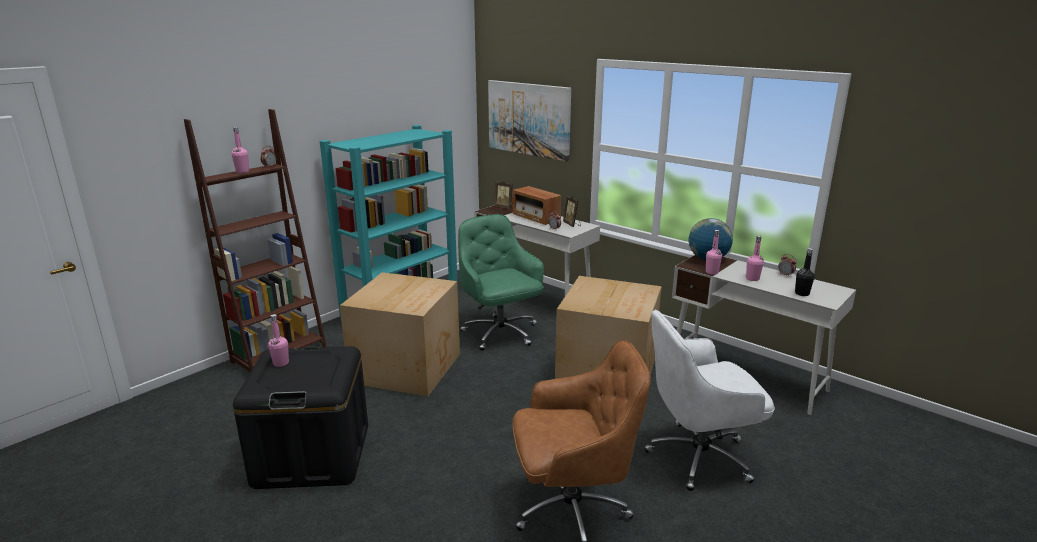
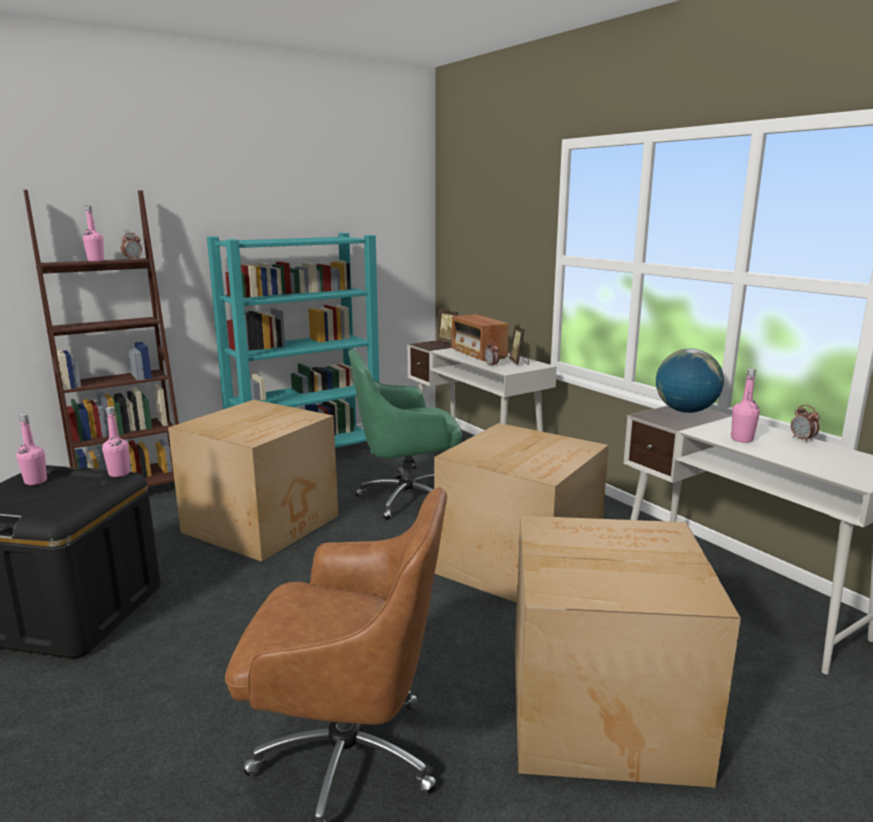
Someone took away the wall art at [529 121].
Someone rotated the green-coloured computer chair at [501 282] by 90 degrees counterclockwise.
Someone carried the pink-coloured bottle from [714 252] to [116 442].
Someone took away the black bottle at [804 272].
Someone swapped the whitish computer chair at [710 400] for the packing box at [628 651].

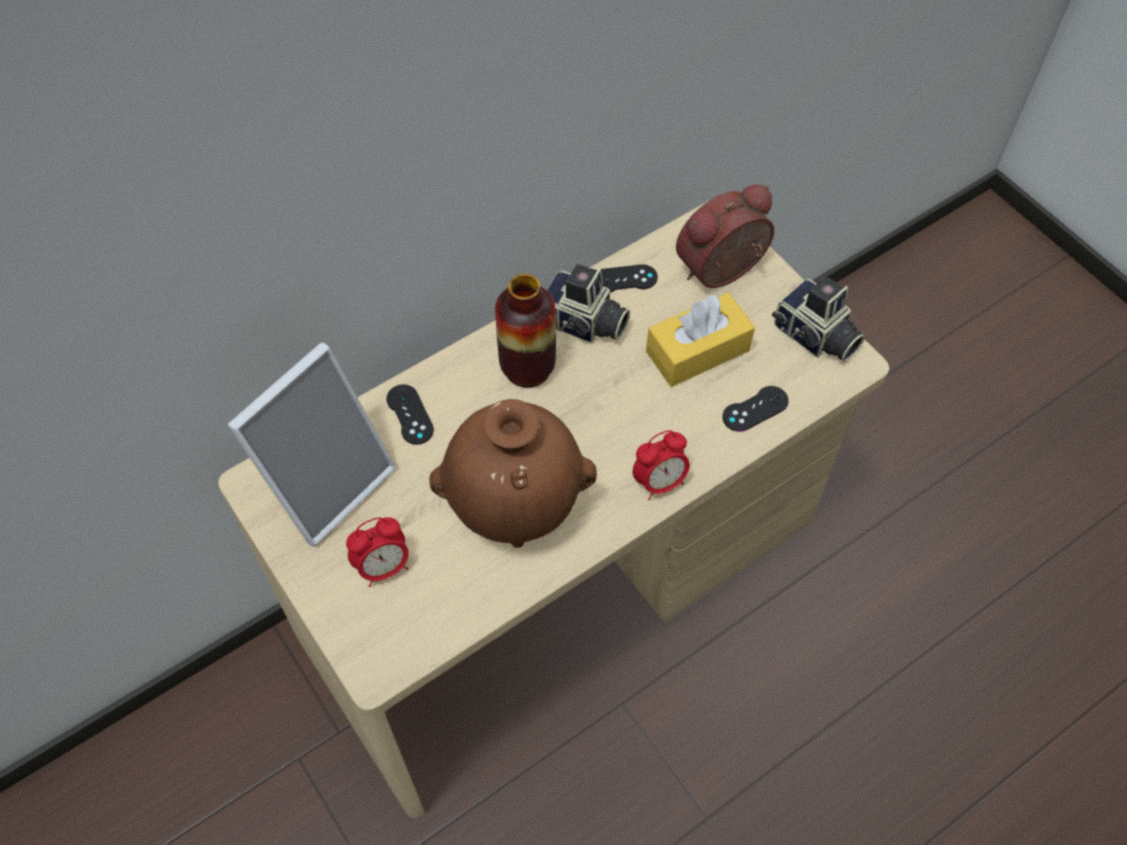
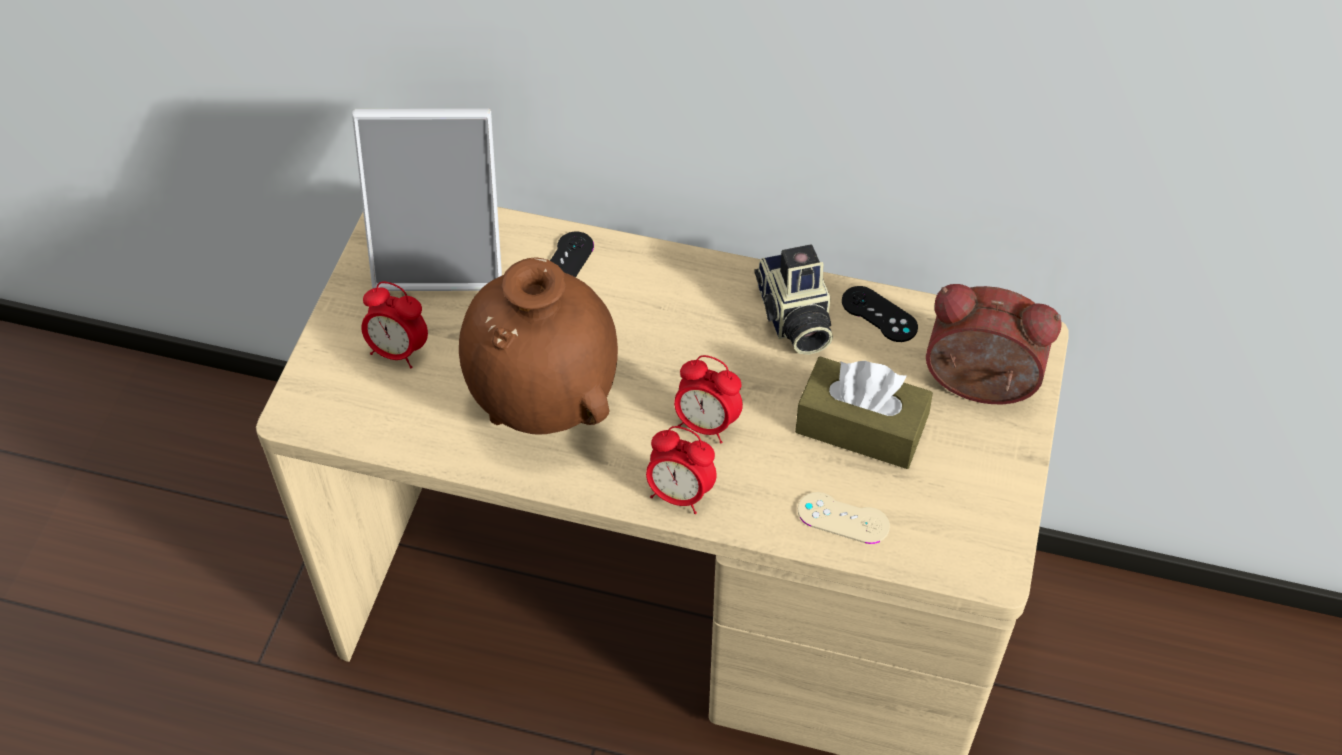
Someone took away the vase at [525 331].
Someone took away the still camera at [818 319].
Someone repainted the yellowish tissue box at [700 340], which became the brown tissue box at [864 413].
Someone repainted the black game controller at [755 409], which became the beige game controller at [844 518].
Someone put down the table clock at [708 399].

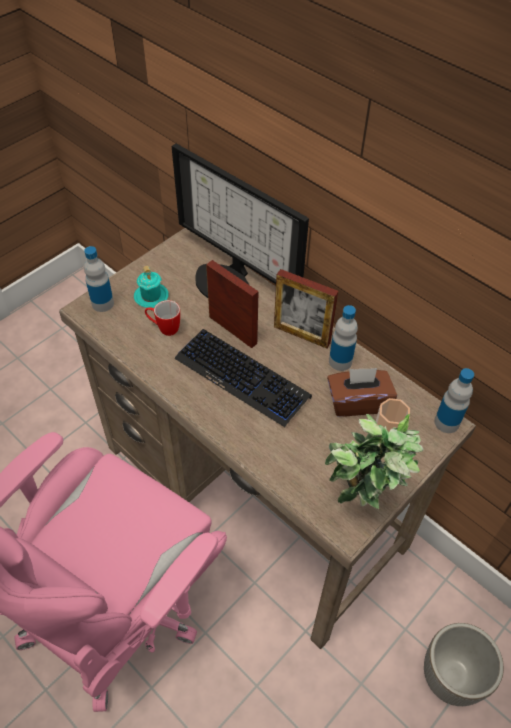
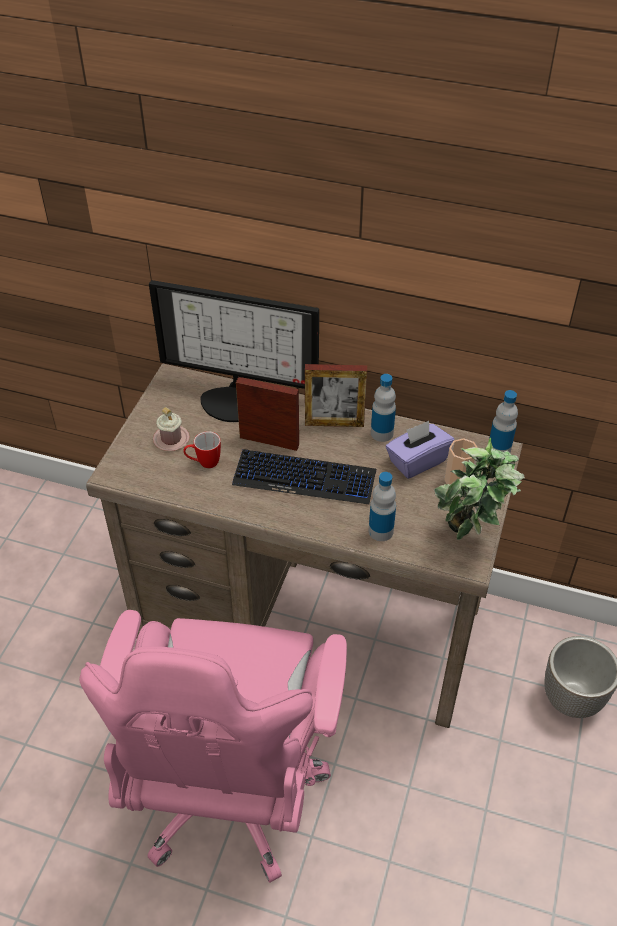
Someone carried the bottle from [99 279] to [382 506].
Someone repainted the turquoise-coloured coffee mug at [151 287], which became the pink-coloured coffee mug at [171 429].
Someone repainted the brown tissue box at [362 392], which became the purplish tissue box at [420 450].

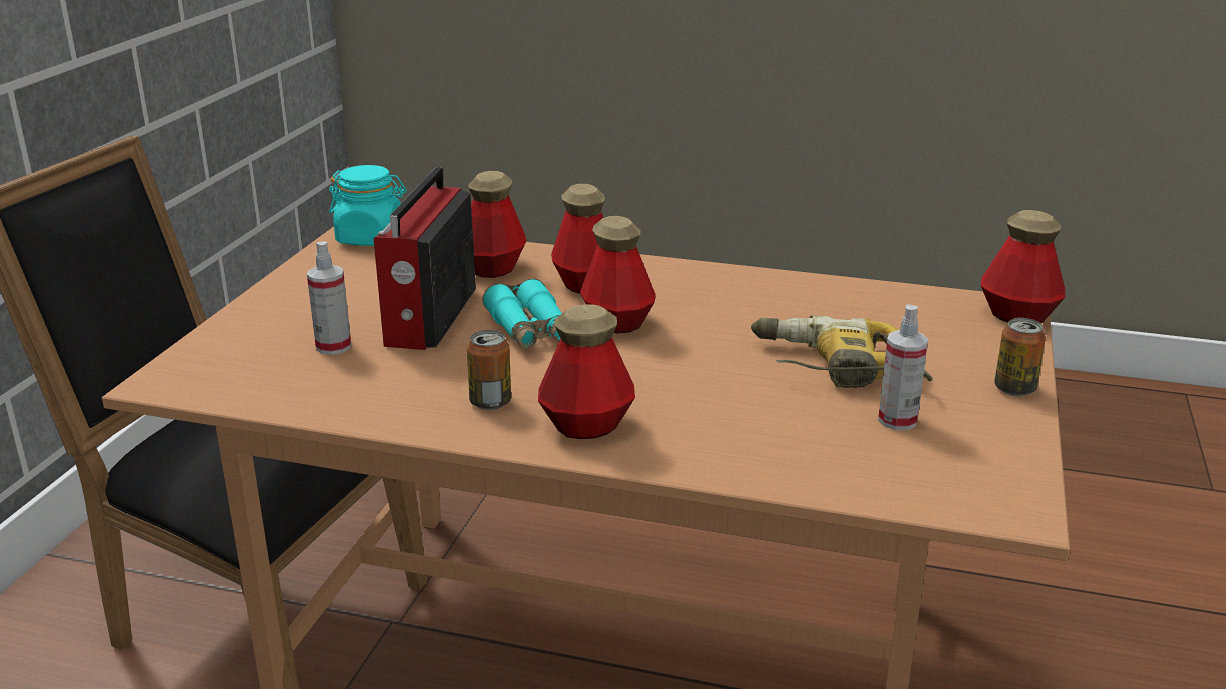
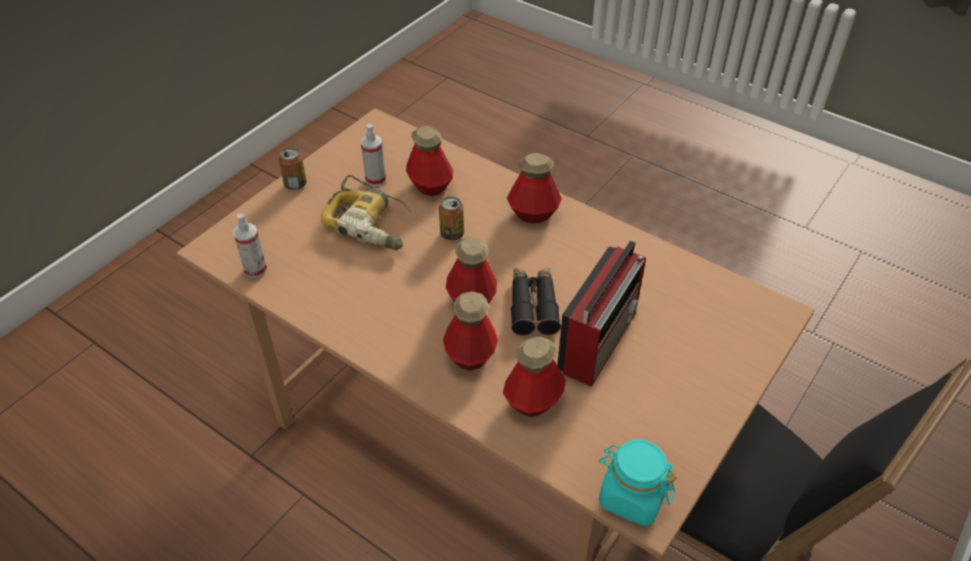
Someone carried the bottle from [1023 266] to [429 161].
Someone carried the sprayer from [329 298] to [250 246].
Someone repainted the turquoise-coloured pair of binoculars at [522 313], which became the black pair of binoculars at [536 301].
Someone carried the can from [489 370] to [451 218].

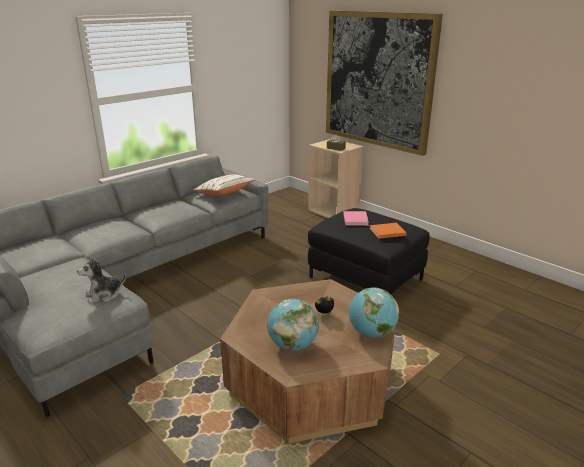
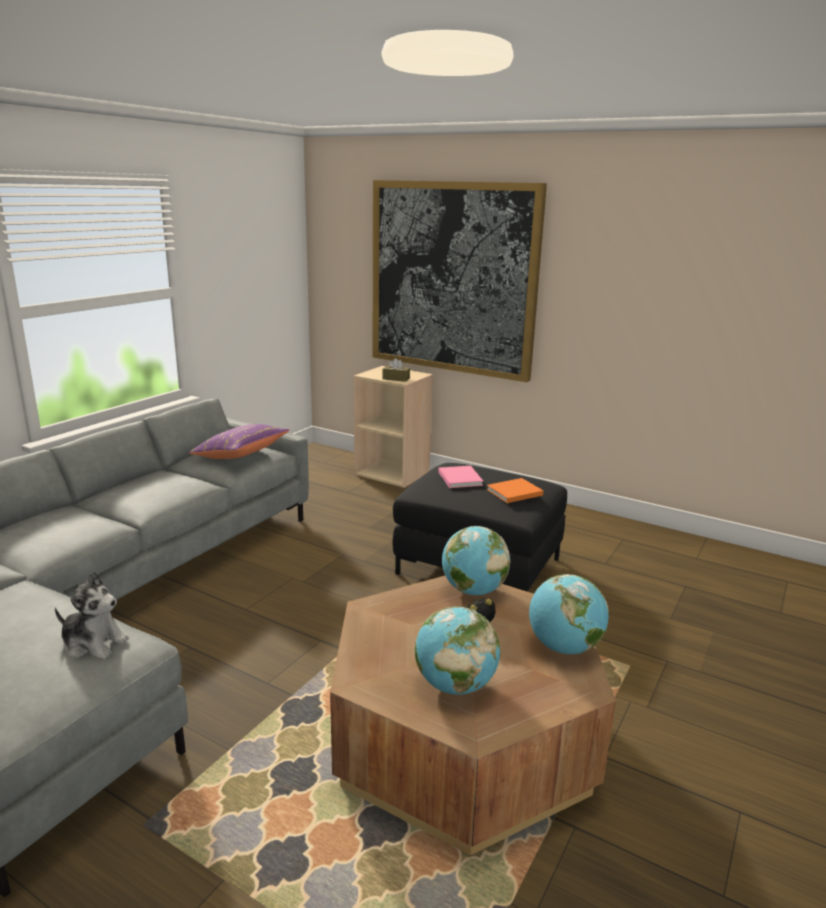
Someone repainted the whitish throw pillow at [224 184], which became the purplish throw pillow at [239 441].
Someone rotated the cuddly toy at [101 280] by 120 degrees counterclockwise.
Someone put down the globe at [476 560].

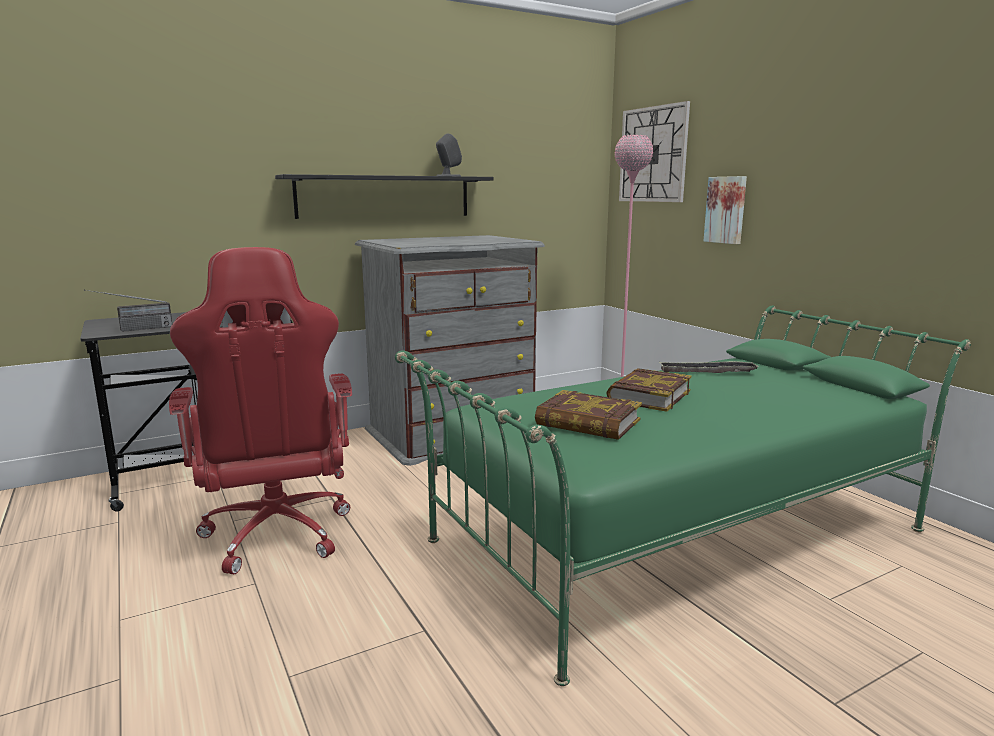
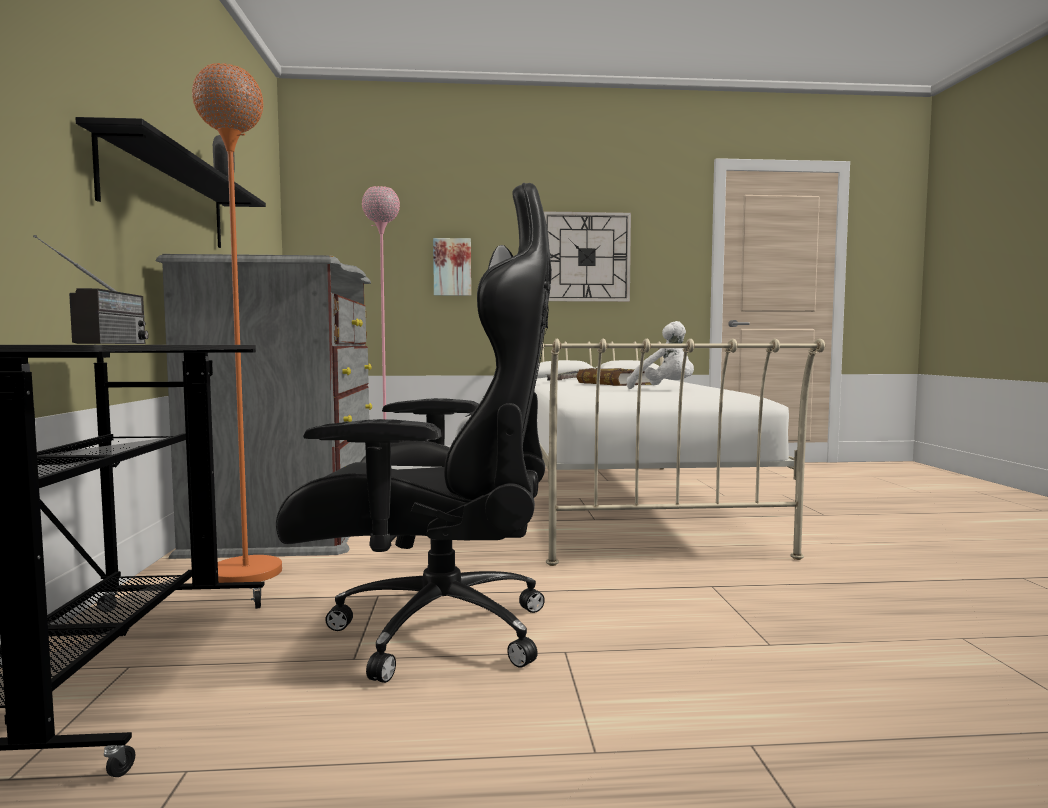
Someone carried the wall clock from [654 151] to [587 256].
Someone repainted the red-coloured computer chair at [260 410], which became the black computer chair at [414 433].
Someone repainted the green-coloured sleeping bed at [683 495], which became the whitish sleeping bed at [679 452].
Someone swapped the book at [588 415] for the whitish cuddly toy at [660 355].
Someone put down the orange standing lamp at [237 323].

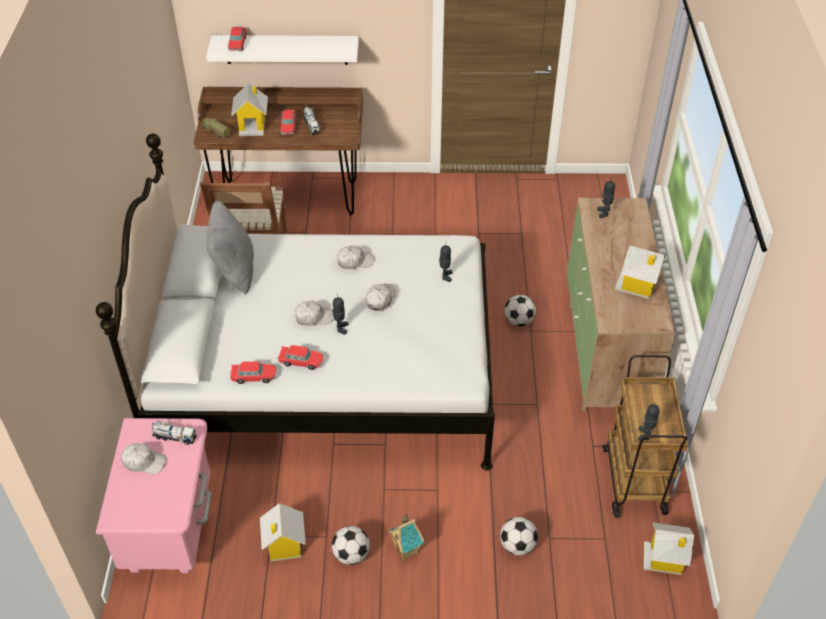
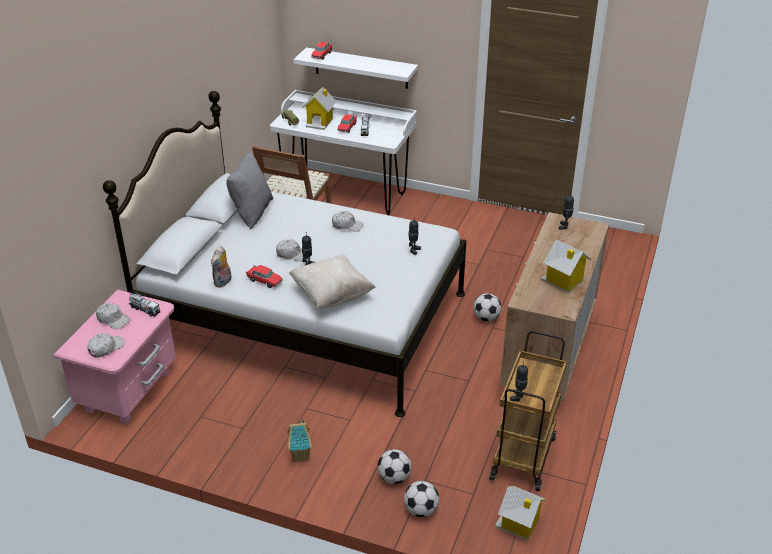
Someone repainted the brown desk unit at [278 151], which became the whitish desk unit at [343 152].
Someone carried the whitish cap from [381 297] to [105 345].
Someone swapped the model car at [253 372] for the cuddly toy at [221 267].
Someone took away the toy house at [283 532].
Someone carried the football from [351 545] to [421 499].
Someone put down the beige throw pillow at [332 281].

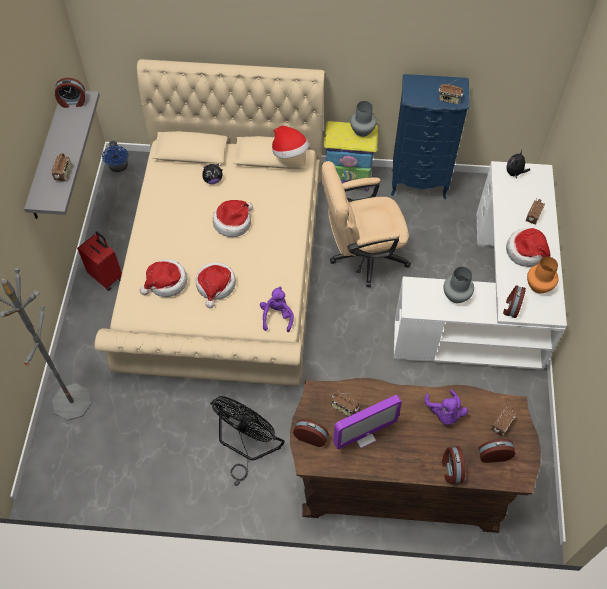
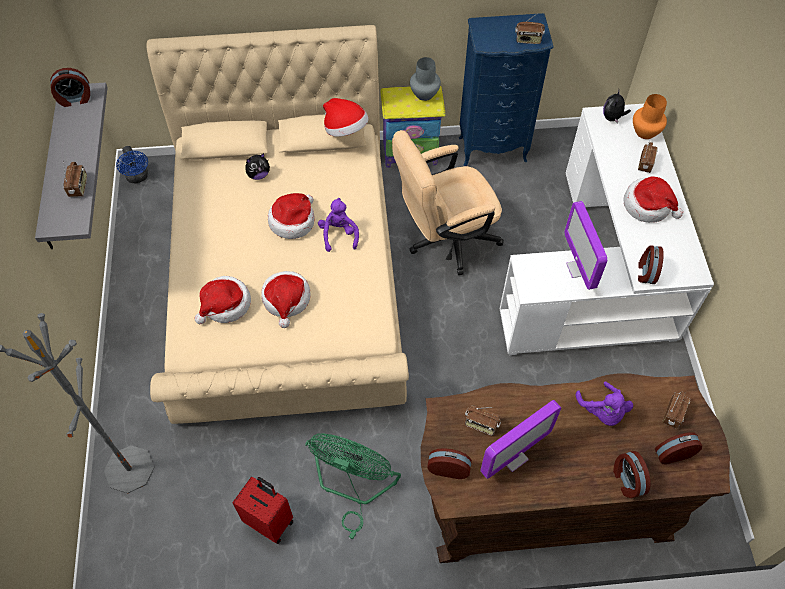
Someone carried the red-coloured piece of luggage from [99 261] to [263 510].
Someone carried the orange vase from [542 275] to [650 116].
Someone swapped the greyish vase at [458 285] for the monitor at [586 245].
Someone carried the purplish cuddly toy from [277 309] to [338 225].
Someone repainted the black electric fan at [247 441], which became the green-coloured electric fan at [353 486].

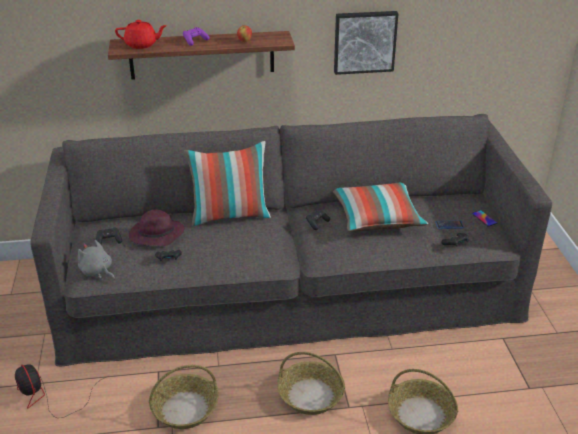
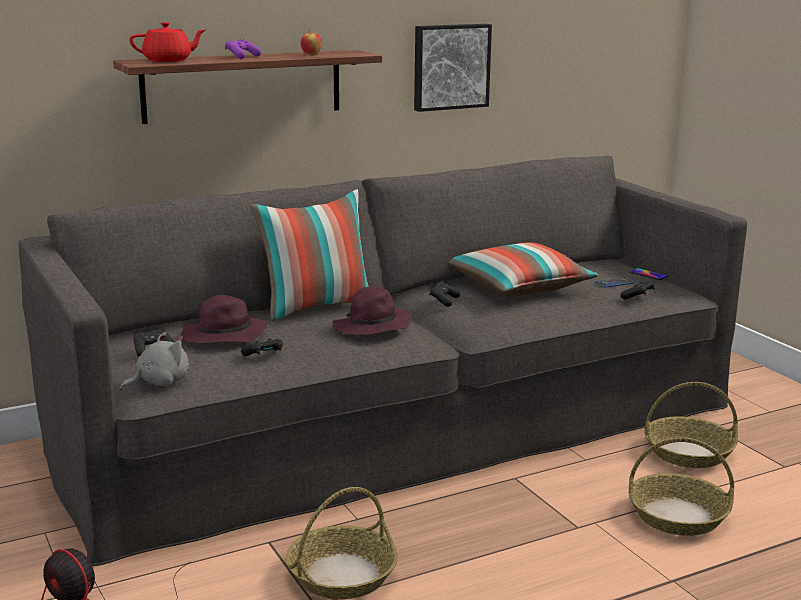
Someone rotated the greyish cuddly toy at [96 260] by 120 degrees clockwise.
Someone carried the storage basket from [311 383] to [691 425].
Someone put down the purplish hat at [372 310].

